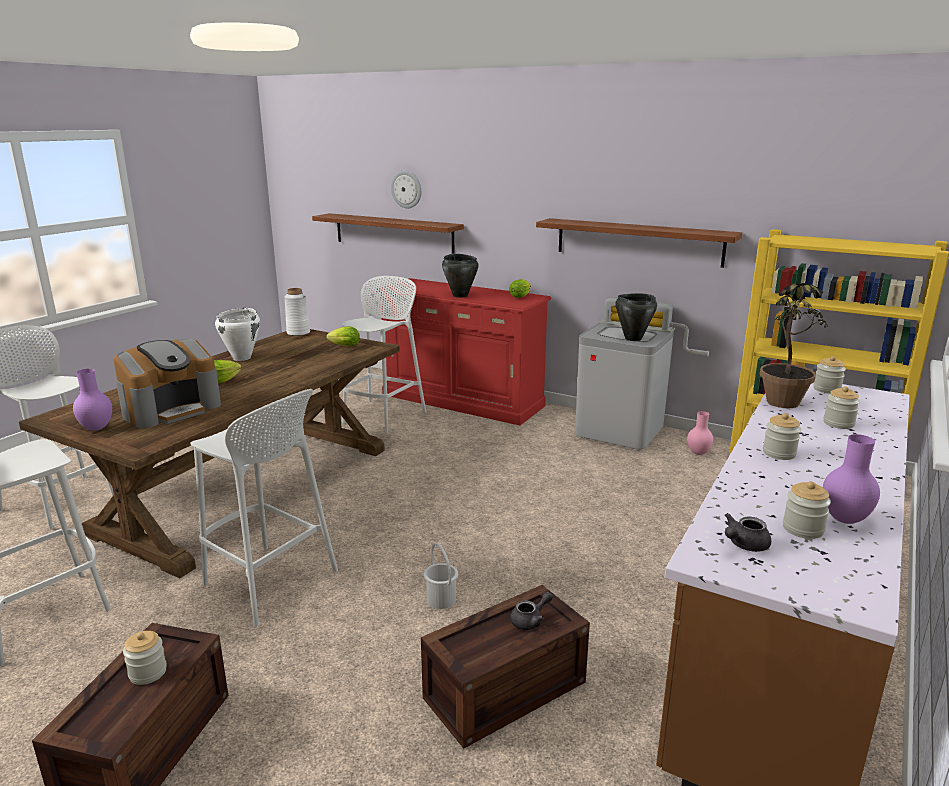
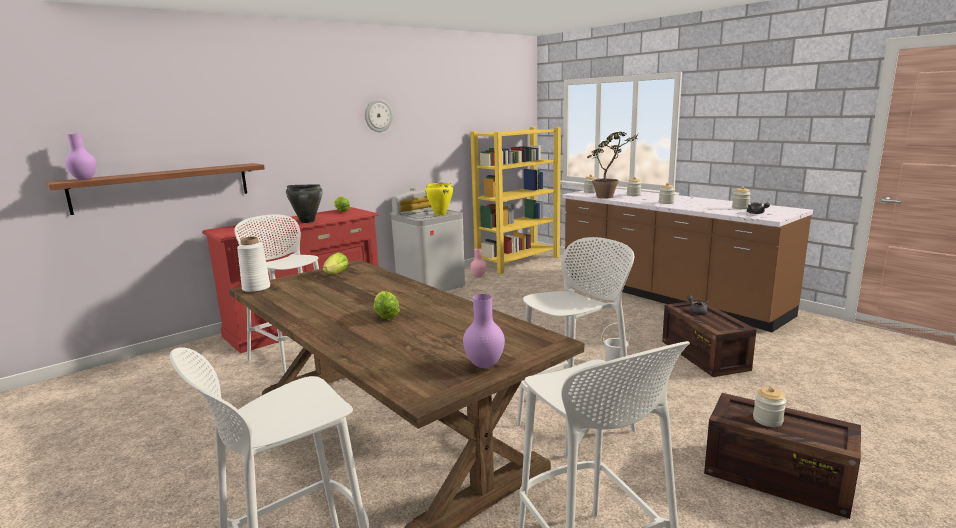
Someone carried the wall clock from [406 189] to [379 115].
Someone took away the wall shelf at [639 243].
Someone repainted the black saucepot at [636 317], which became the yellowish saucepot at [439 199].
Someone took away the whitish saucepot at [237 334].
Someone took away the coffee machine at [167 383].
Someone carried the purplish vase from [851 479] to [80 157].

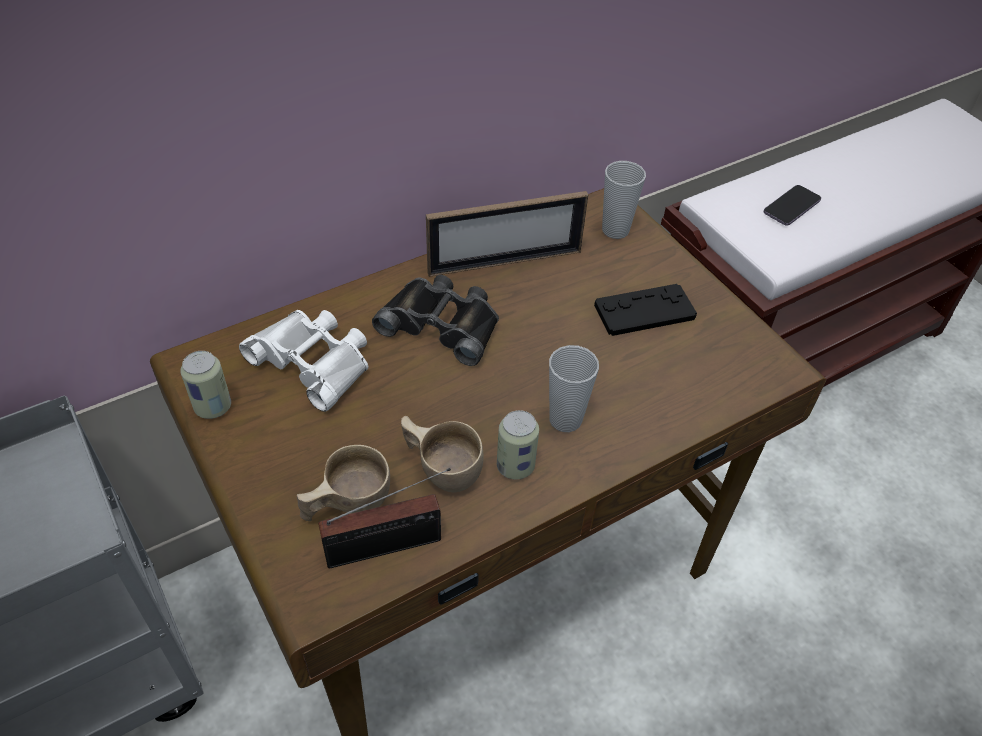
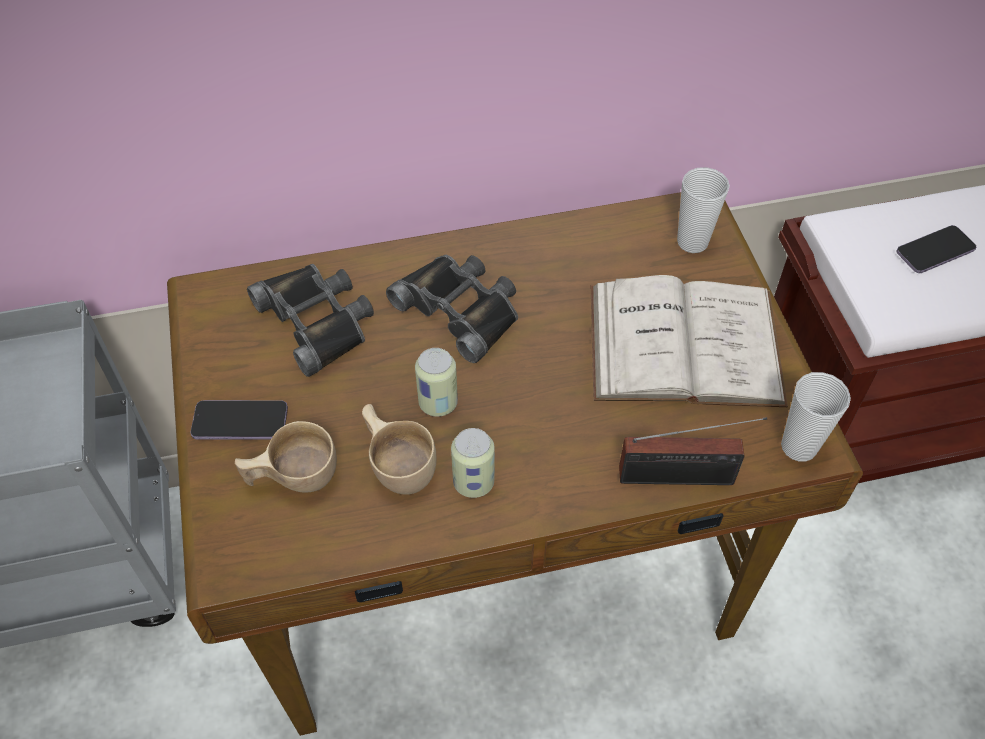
Someone took away the photo frame at [507 234].
Someone swapped the black game controller at [645 310] for the whitish book at [689 341].
Someone repainted the whitish pair of binoculars at [304 361], which became the black pair of binoculars at [310 320].
Someone carried the cup from [574 388] to [816 417].
Someone carried the can from [205 385] to [436 382].
Someone carried the radio from [384 518] to [693 451].
Someone put down the telephone at [239 420].

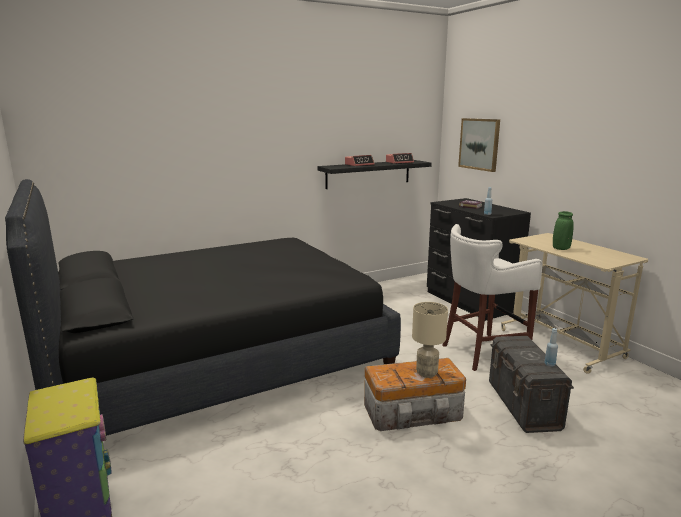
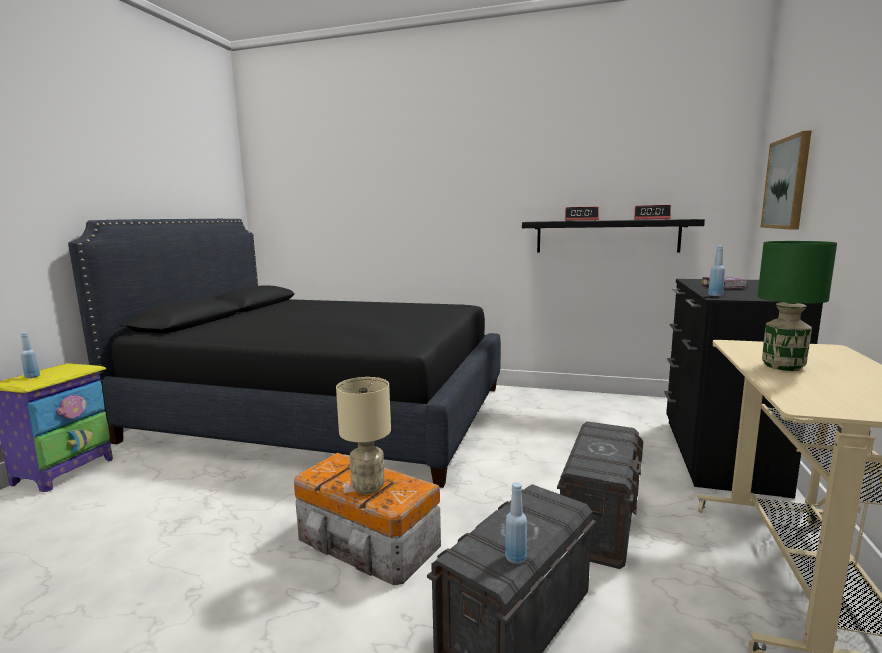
Someone swapped the green-coloured vase at [563 230] for the green-coloured table lamp at [797 306].
Someone swapped the whitish sitting stool at [492 297] for the greyish storage bin at [600 495].
Someone put down the bluish bottle at [30 355].

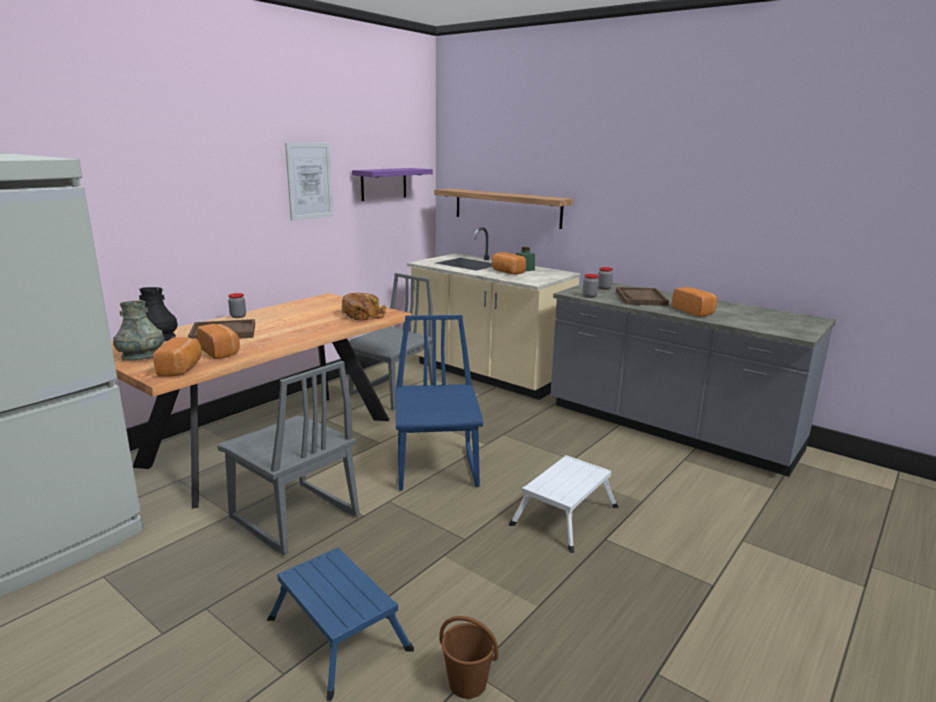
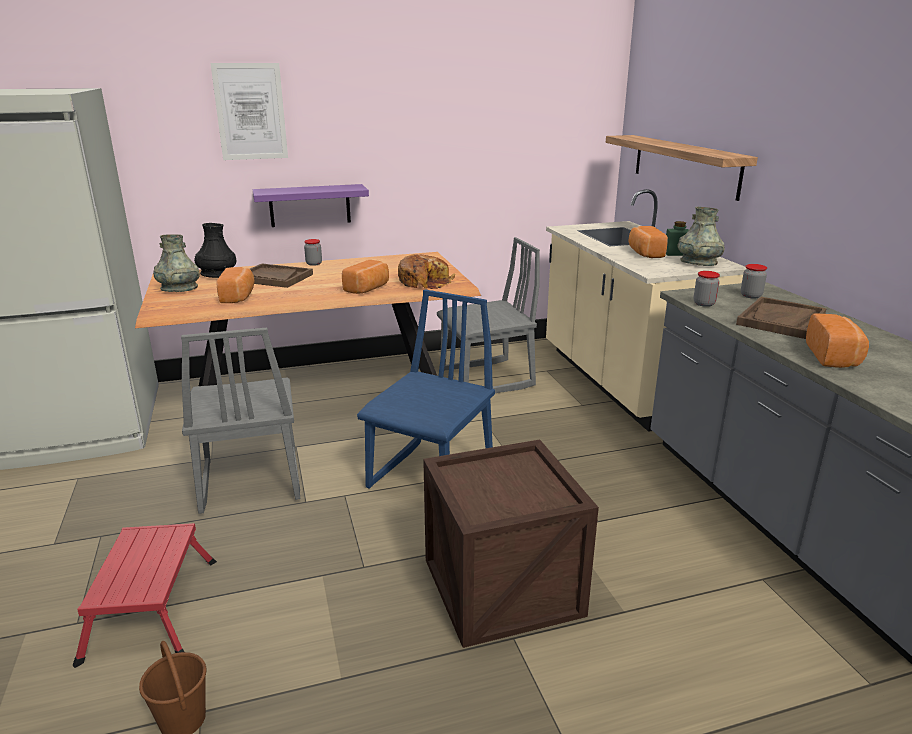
Someone carried the wall art from [309 182] to [249 111].
Someone carried the purplish wall shelf from [392 184] to [311 205].
Someone carried the bread from [177 357] to [365 277].
Someone swapped the whitish stepladder at [564 504] for the shipping crate at [511 544].
Someone repainted the bluish stepladder at [340 624], which became the red-coloured stepladder at [145 595].
Someone put down the greyish vase at [701 236].

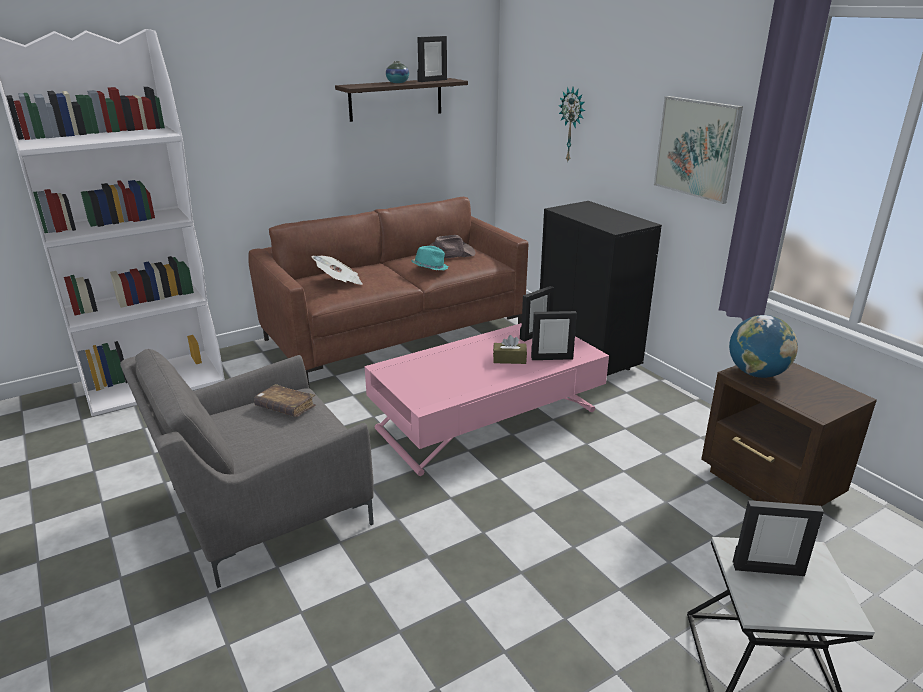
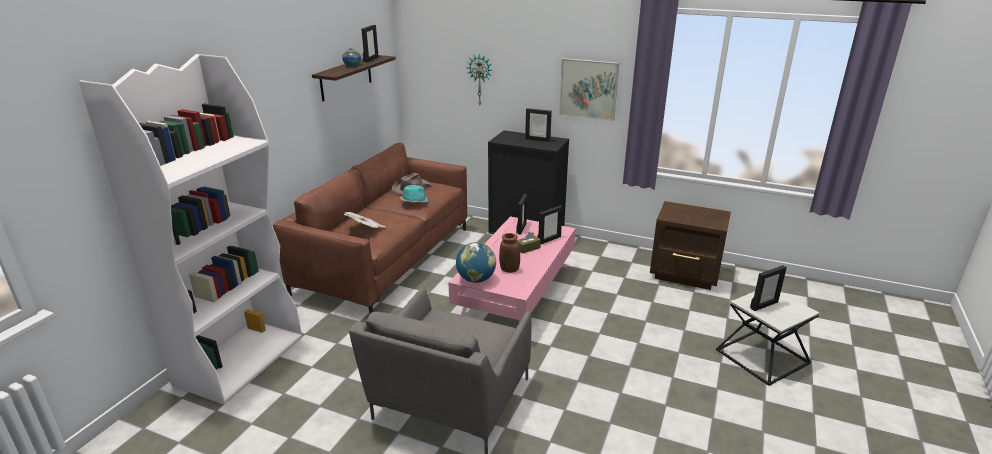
Someone carried the globe from [763 346] to [476 262].
Someone took away the brown book at [285 400].
Someone put down the photo frame at [538 125].
Someone put down the brown vase at [509 253].

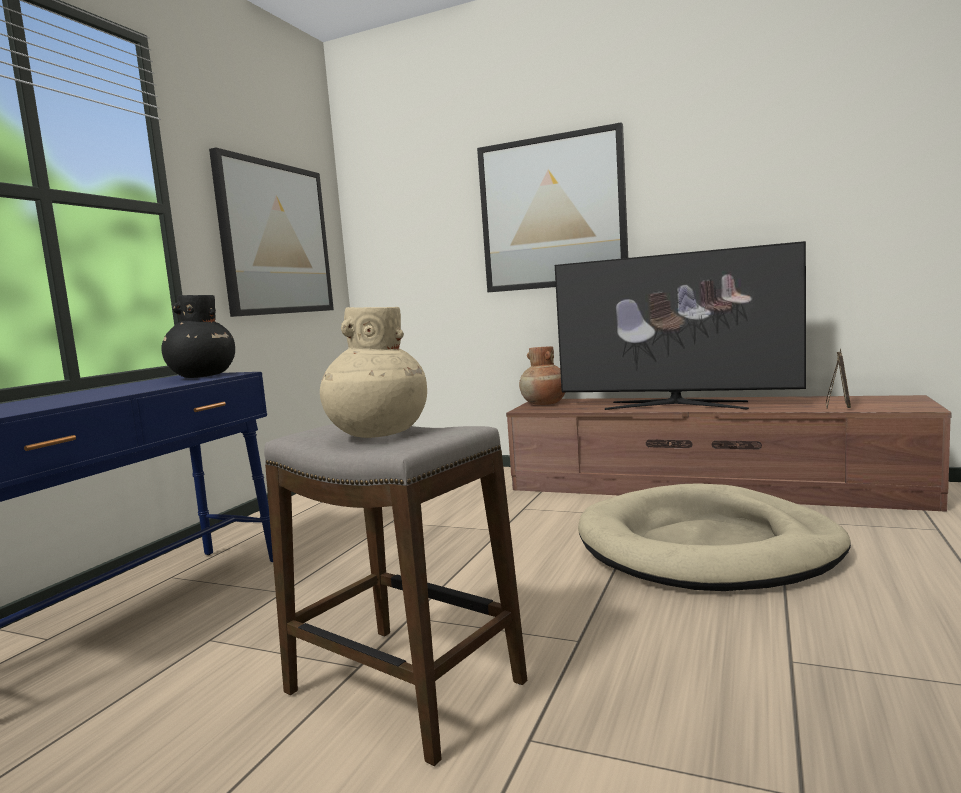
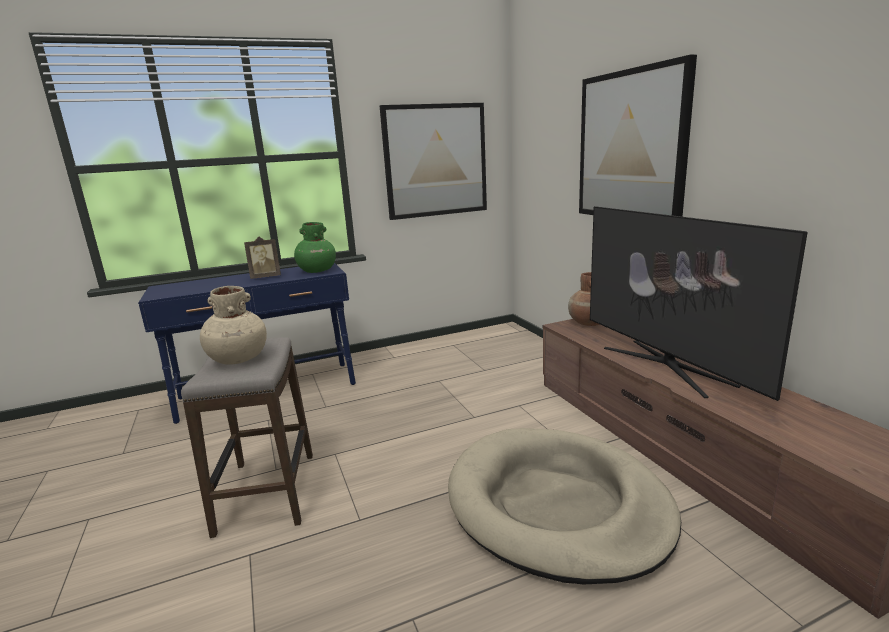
Someone repainted the black vase at [198 336], which became the green-coloured vase at [315 247].
Someone carried the photo frame from [838 379] to [262 258].

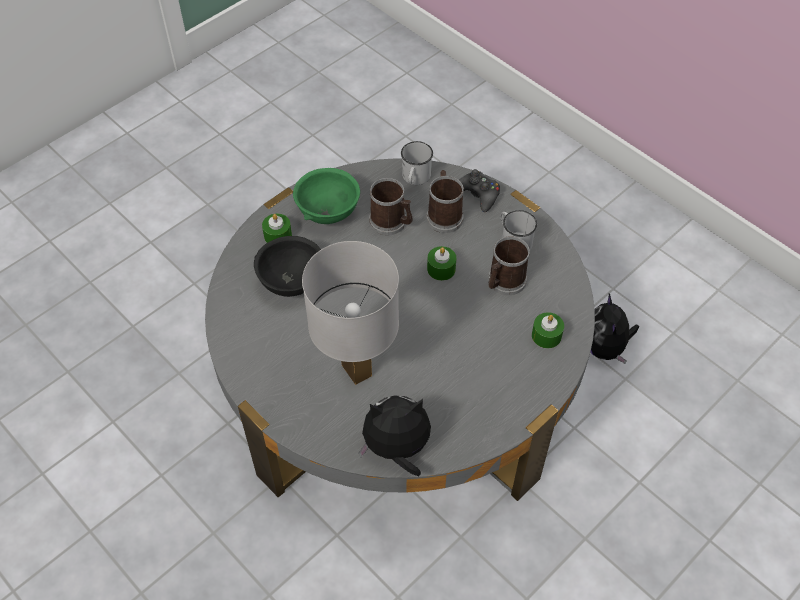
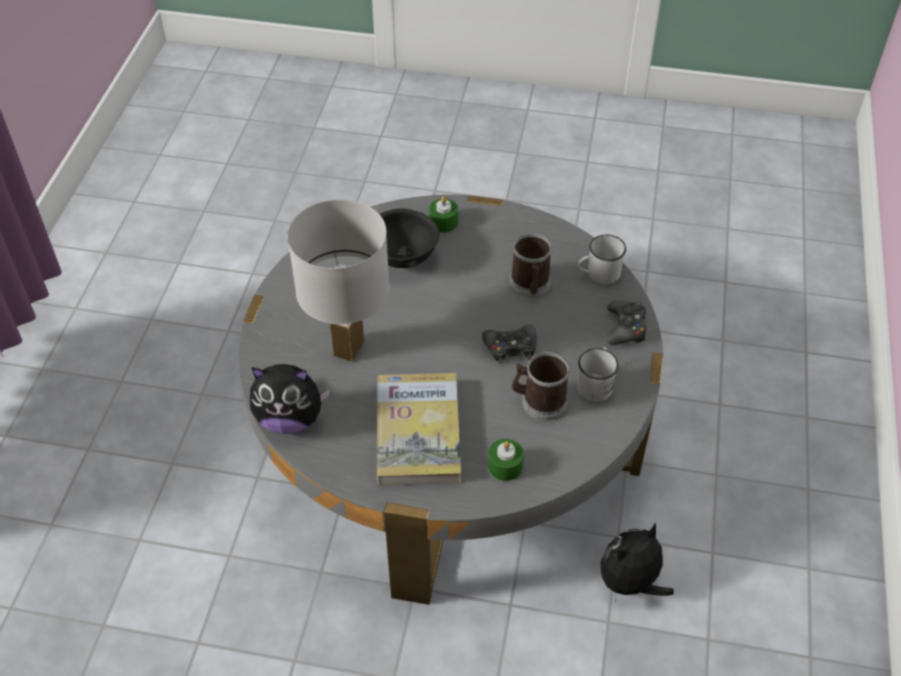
Someone took away the green-coloured deep dish at [326 196].
Someone took away the coffee mug at [445 201].
Someone swapped the green-coloured candle at [441 263] for the black game controller at [509 344].
Someone rotated the cuddly toy at [395 436] by 135 degrees clockwise.
Someone put down the book at [419 429].

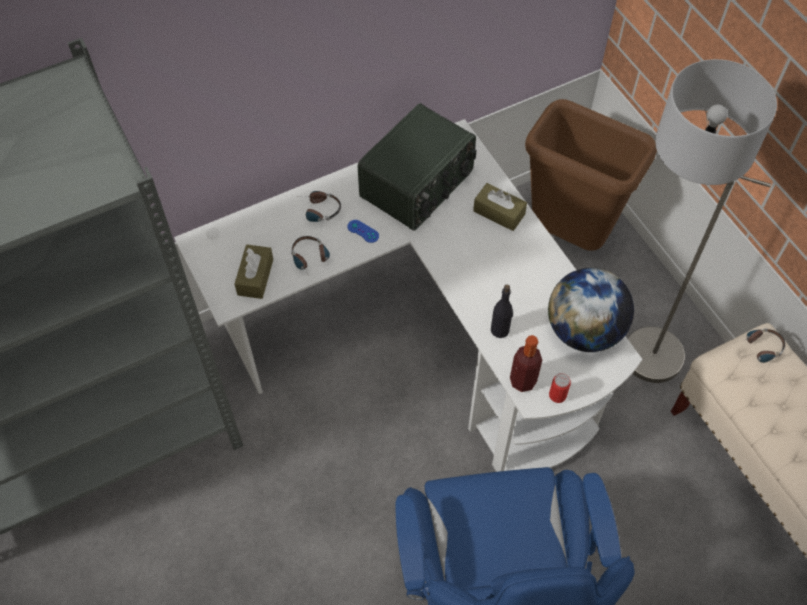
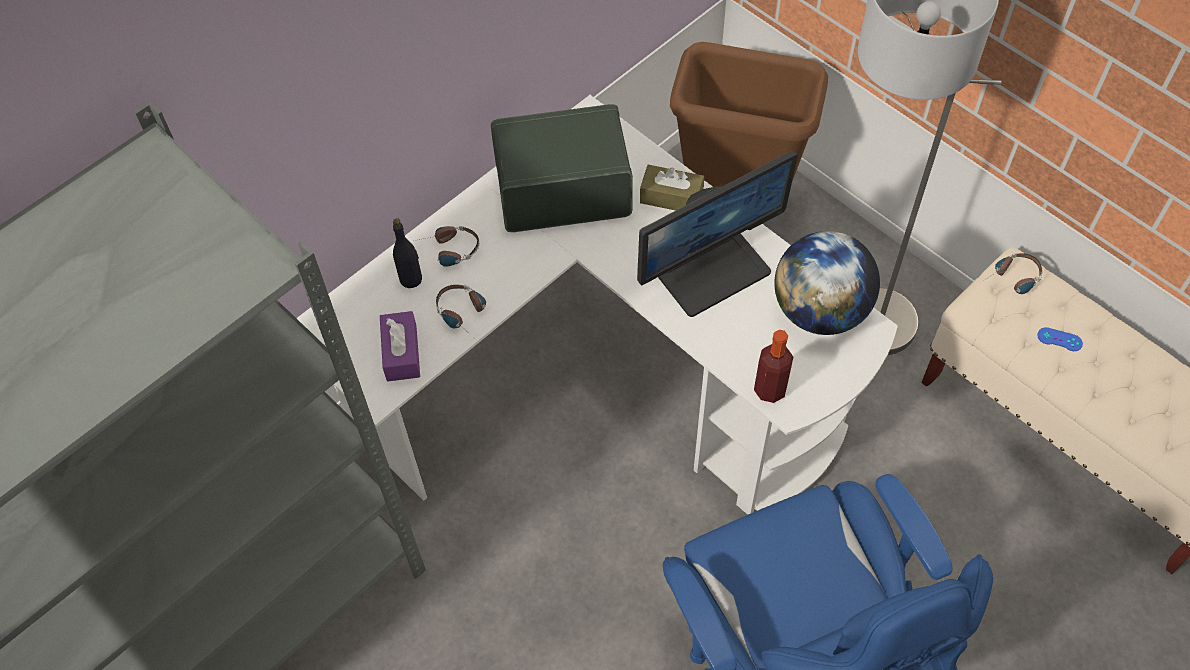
Someone rotated the radio at [417 167] by 120 degrees counterclockwise.
Someone carried the bluish game controller from [363 231] to [1060 339].
Someone repainted the brown tissue box at [254 272], which became the purplish tissue box at [400 346].
Someone carried the black bottle from [502 311] to [407 253].
Someone took away the can at [560 388].
Someone put down the monitor at [717 233].

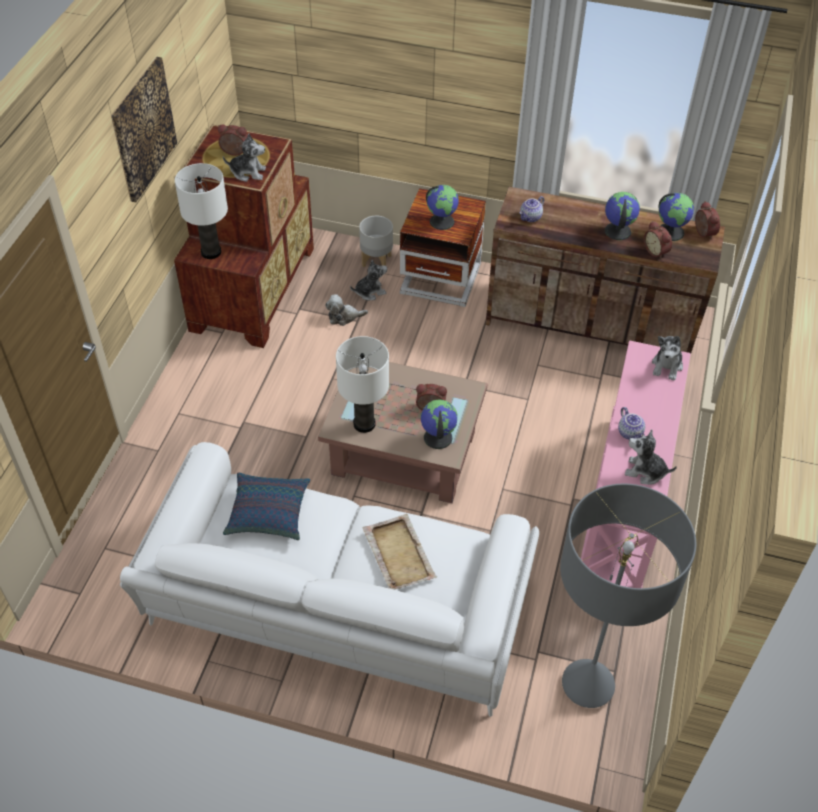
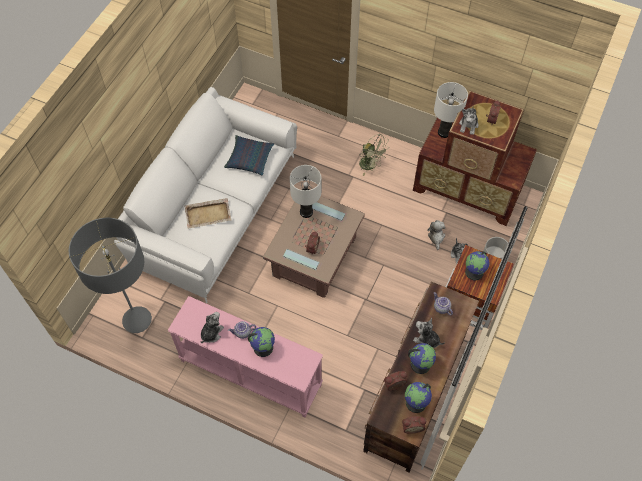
Someone took away the wall art at [144 129].
Someone carried the cuddly toy from [667 358] to [429 333].
Someone carried the globe from [439 424] to [261 342].
Someone put down the green-coloured electric fan at [374 155].

